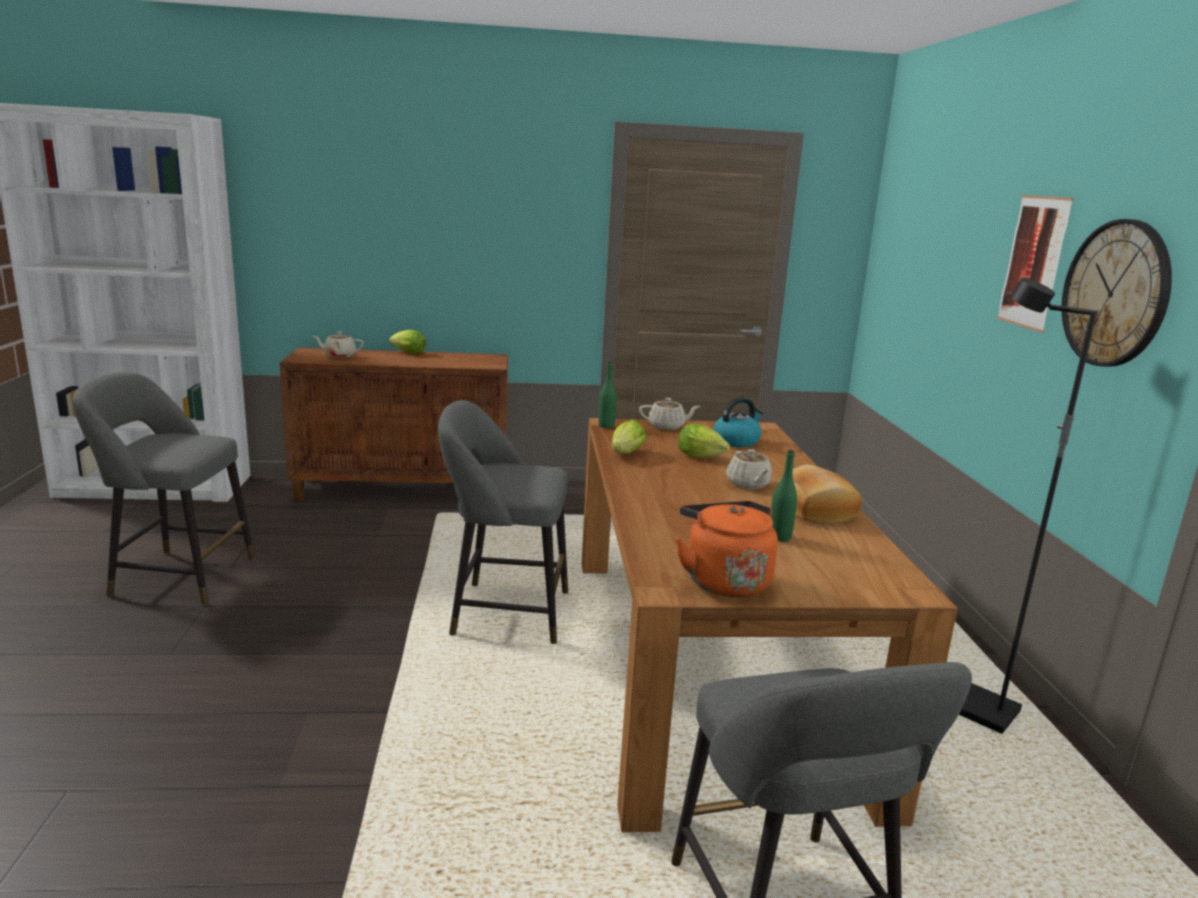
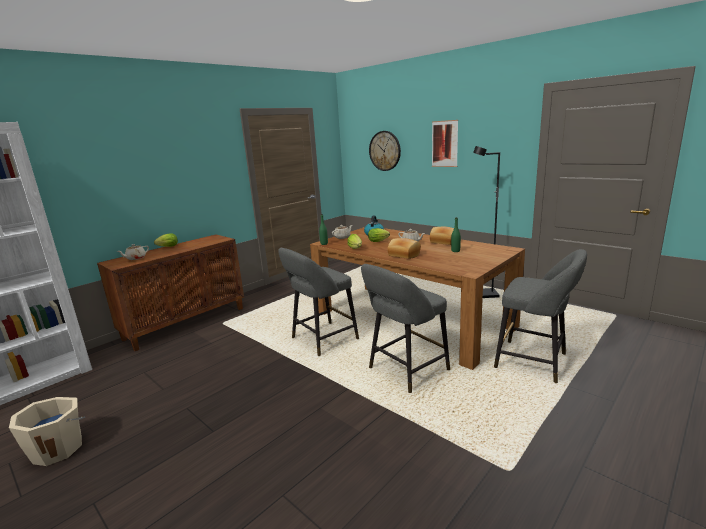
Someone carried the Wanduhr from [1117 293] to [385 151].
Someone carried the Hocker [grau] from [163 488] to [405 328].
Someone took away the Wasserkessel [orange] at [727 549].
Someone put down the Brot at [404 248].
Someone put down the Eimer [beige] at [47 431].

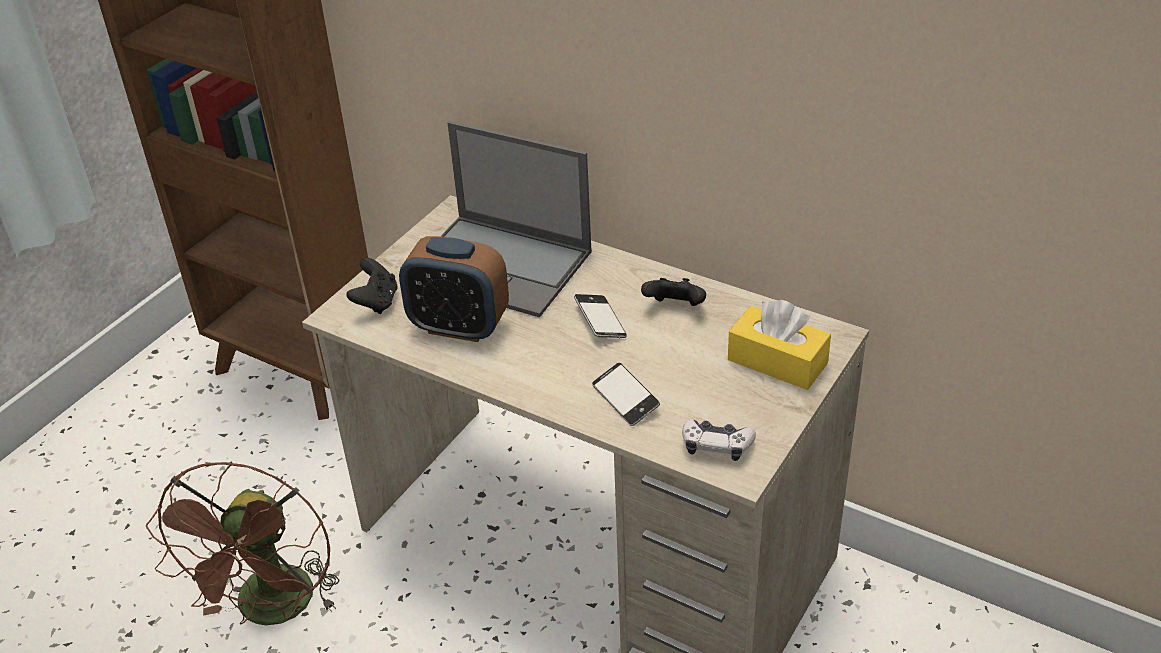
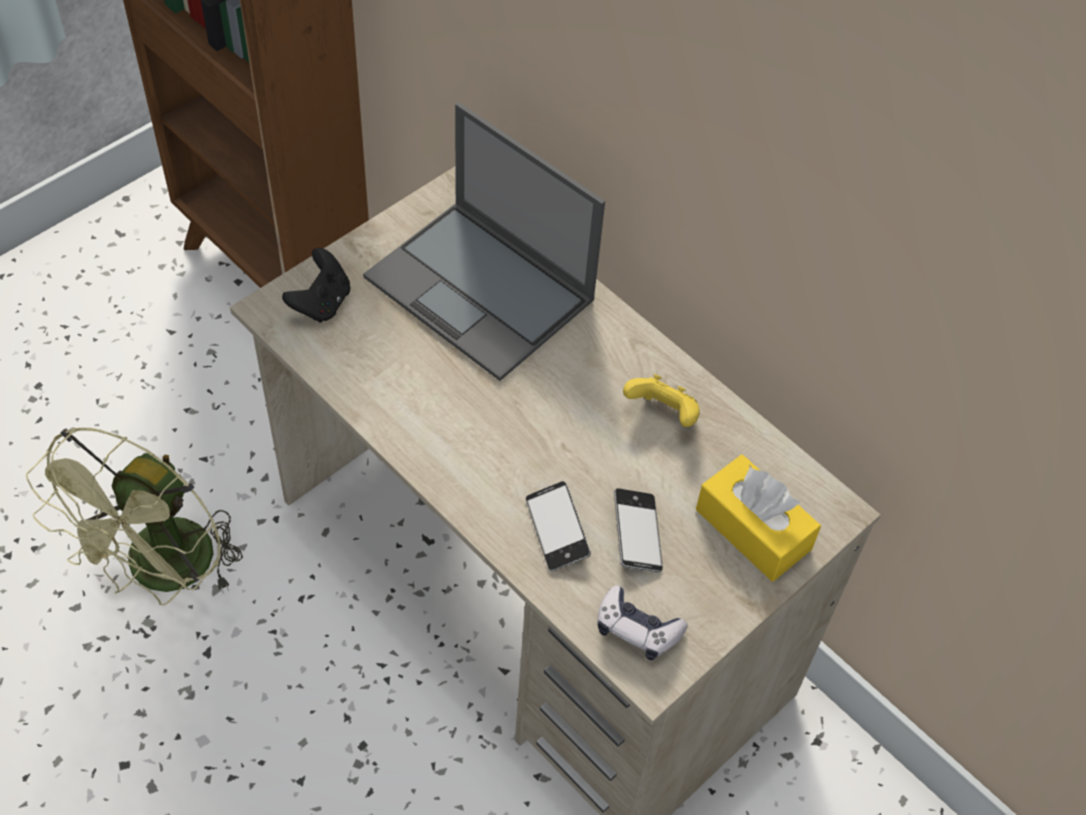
Someone took away the Wecker at [454 289].
Someone repainted the Gamepad [schwarz] at [673 292], which became the Gamepad [gelb] at [661 400].
Someone carried the Handy from [600 316] to [638 530].
Someone repainted the Ventilator [braun] at [243 543], which became the Ventilator [grün] at [134 516].

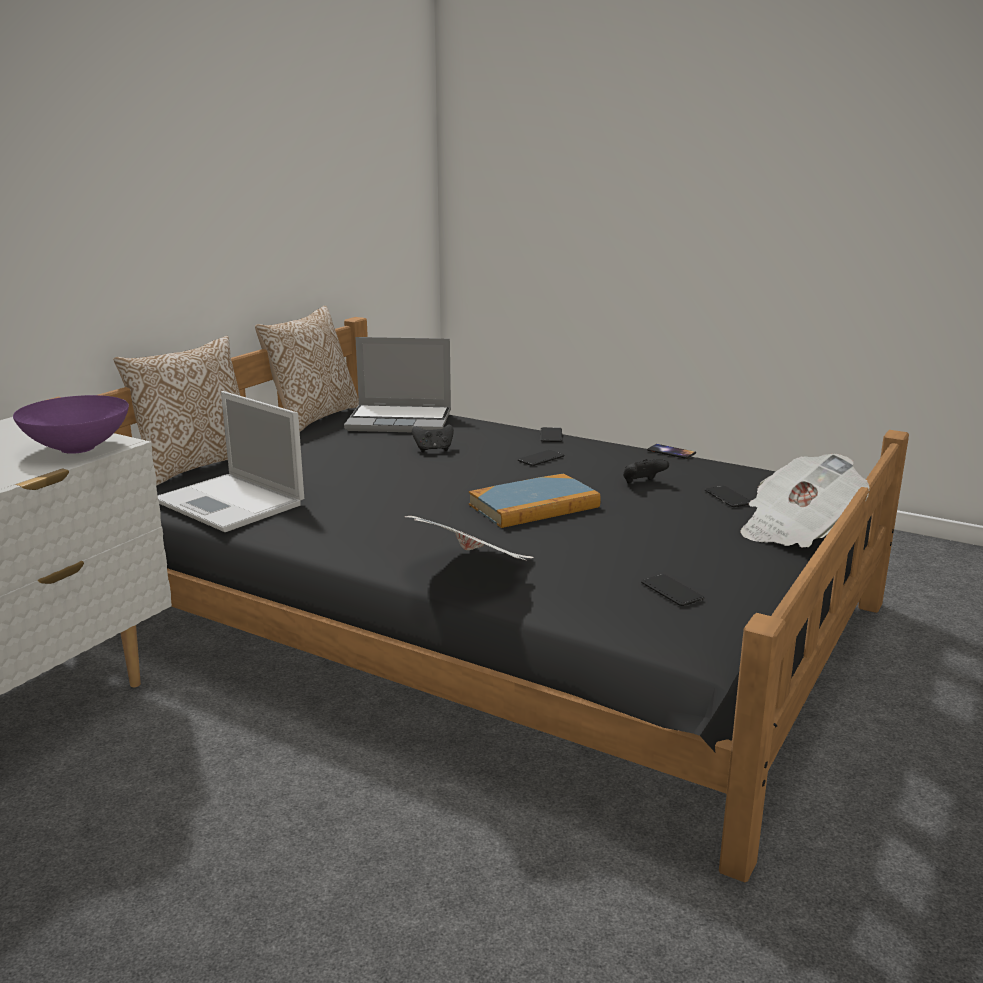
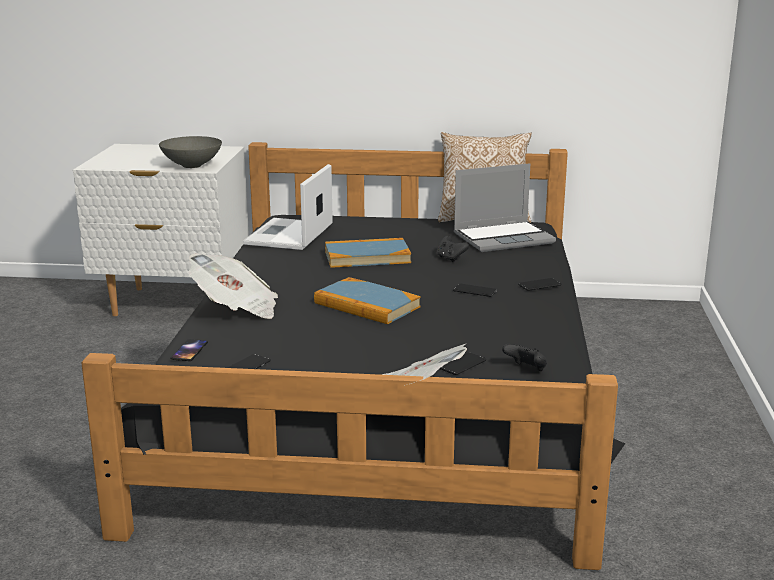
Someone took away the Kissen at [176 411].
Someone rotated the Laptop at [397 384] by 90 degrees counterclockwise.
Someone repainted the Schüssel [lila] at [71 424], which became the Schüssel [grau] at [190 152].
Someone carried the Handy from [671 451] to [189 350].
Someone carried the Gamepad [schwarz] from [646 471] to [524 357].
Someone put down the Buch at [368 253].

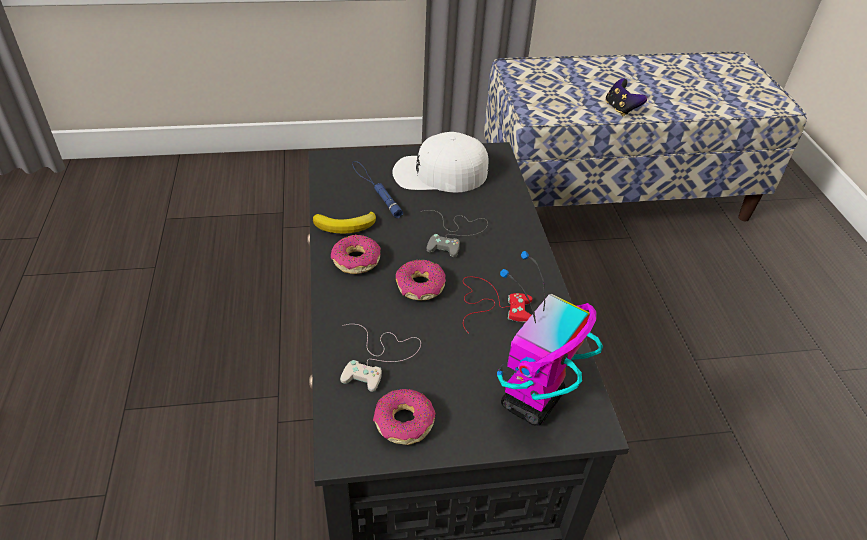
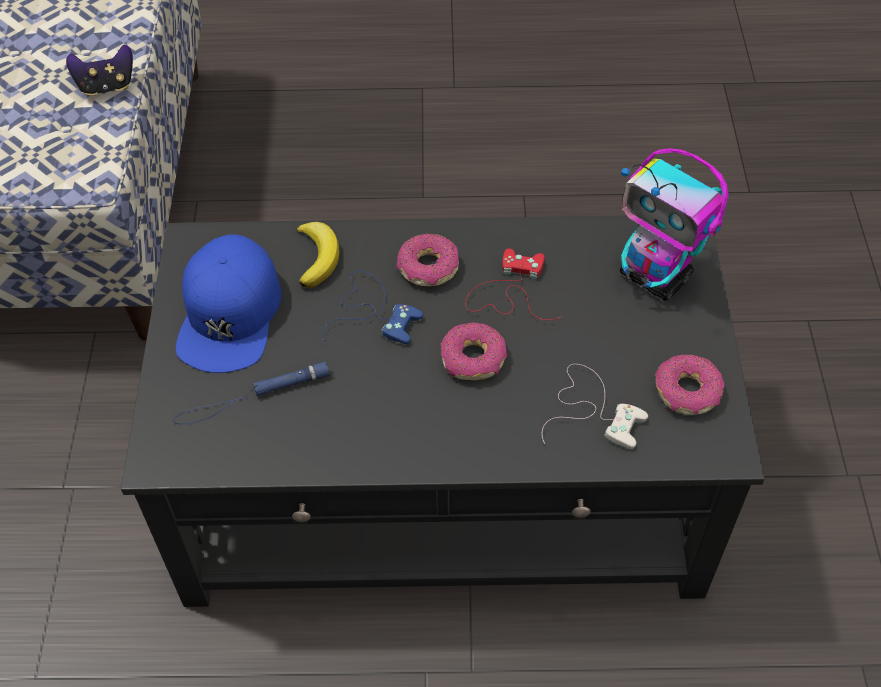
Someone repainted the Kappe [weiß] at [440 162], which became the Kappe [blau] at [228 304].
Someone repainted the Gamepad [grau] at [454 233], which became the Gamepad [blau] at [372 308].
Someone carried the Banane from [344 222] to [318 255].
Someone carried the Donut from [356 254] to [428 260].

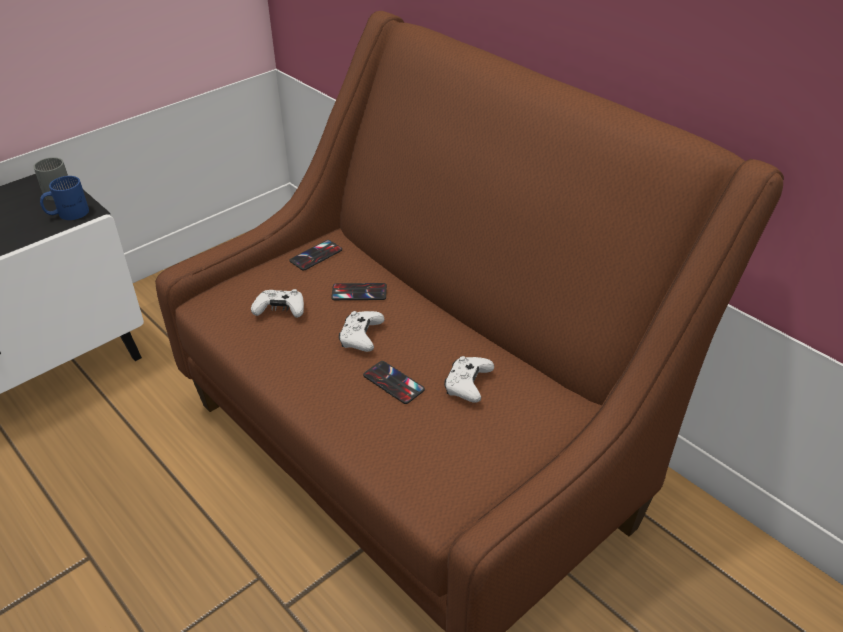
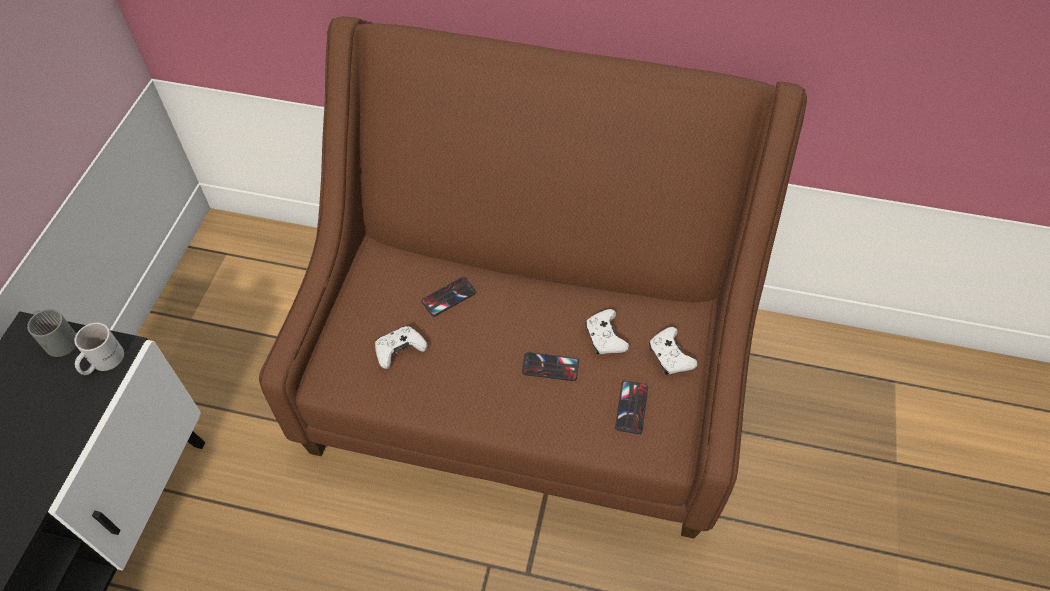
Someone repainted the Henkelbecher [blau] at [64 198], which became the Henkelbecher [weiß] at [99 349].
Someone carried the Handy from [315 255] to [631 407].
Someone carried the Gamepad [weiß] from [362 331] to [673 351].

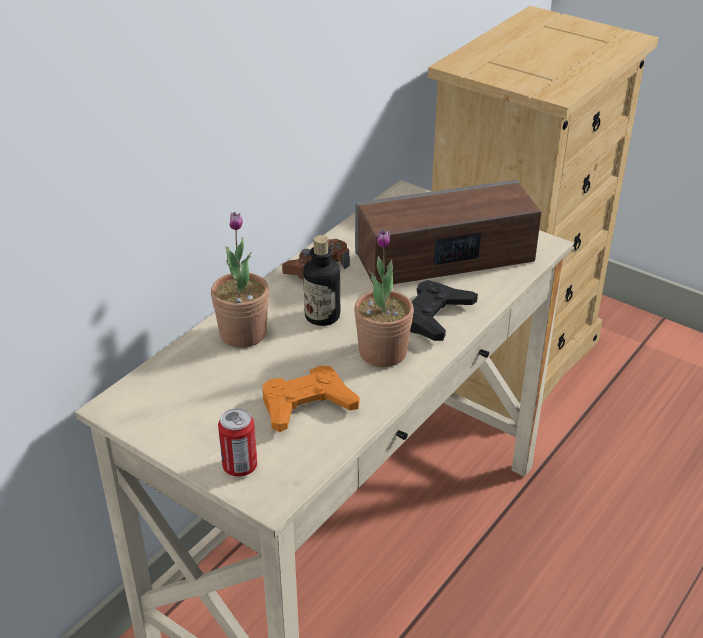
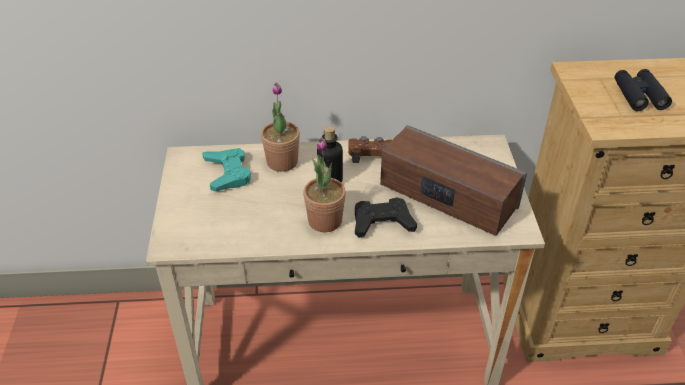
Someone took away the Gamepad [orange] at [311 399].
Someone took away the Dose at [237 442].
Someone put down the Fernglas [schwarz] at [643 90].
Someone put down the Gamepad [türkis] at [226 169].

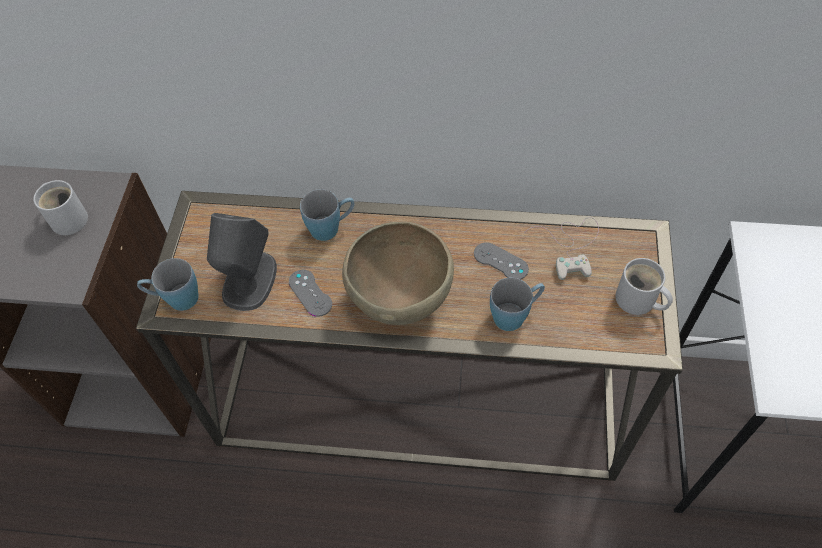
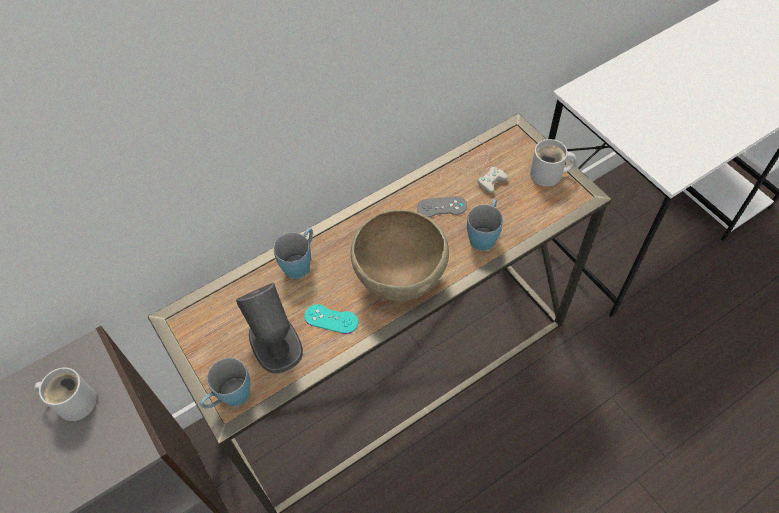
Someone repainted the Gamepad [grau] at [310 293], which became the Gamepad [türkis] at [331 319].

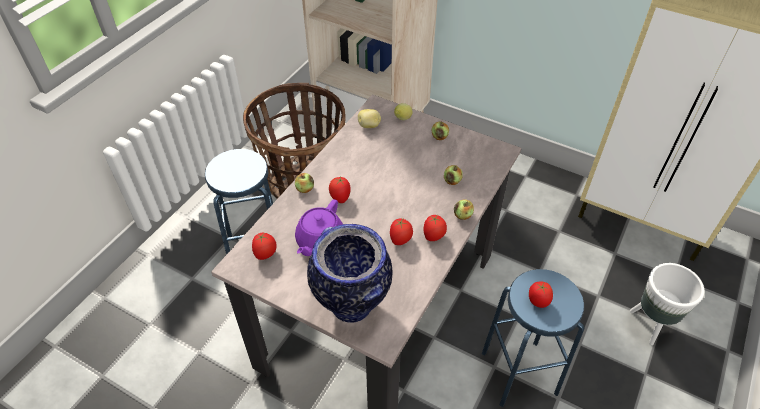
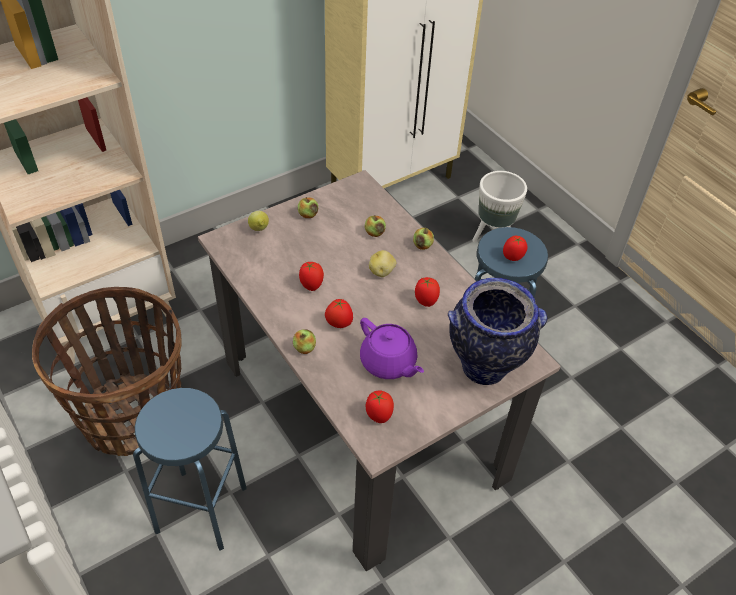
Someone carried the Kartoffel from [369 118] to [382 263].
Someone carried the Tomate from [435 228] to [311 276].

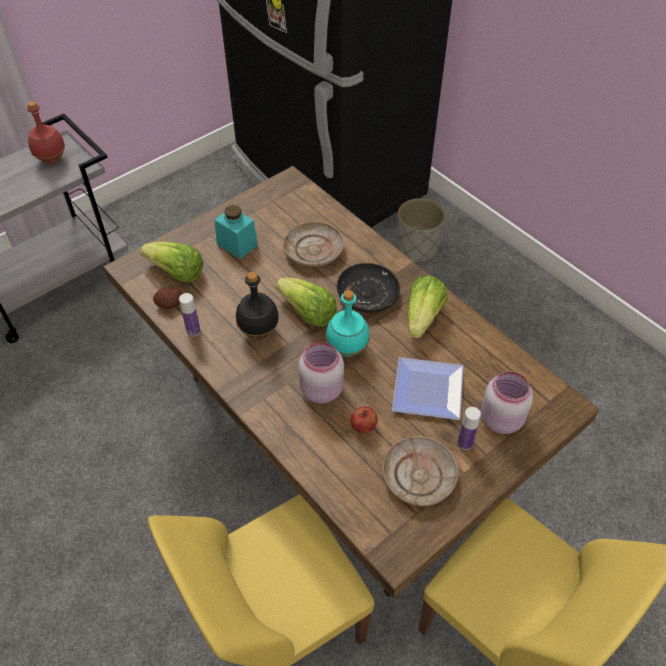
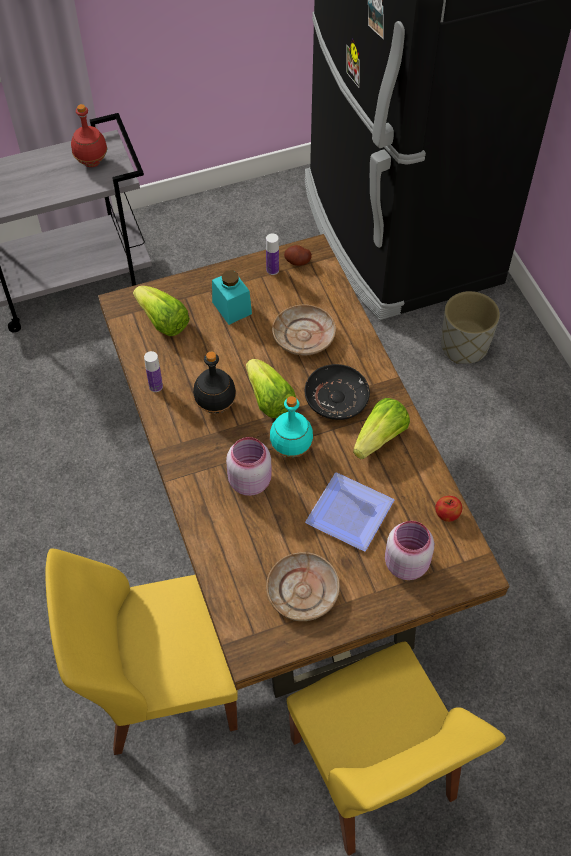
Someone carried the Kartoffel from [167 298] to [298 255].
Someone carried the Apfel from [364 420] to [448 509].
Someone carried the Flasche from [469 428] to [272 254].

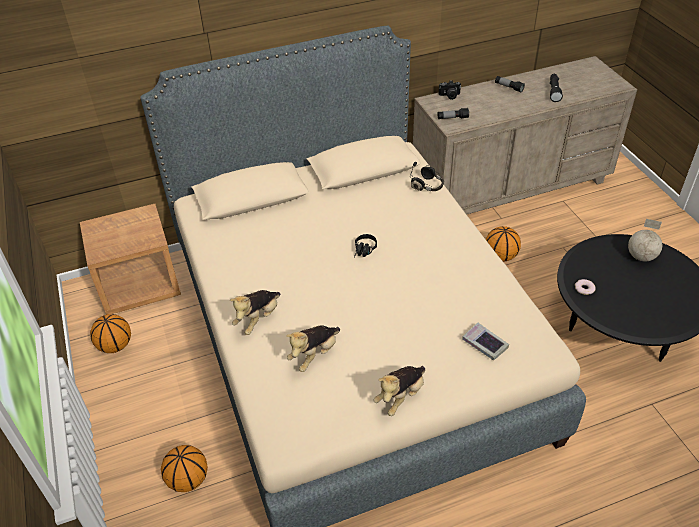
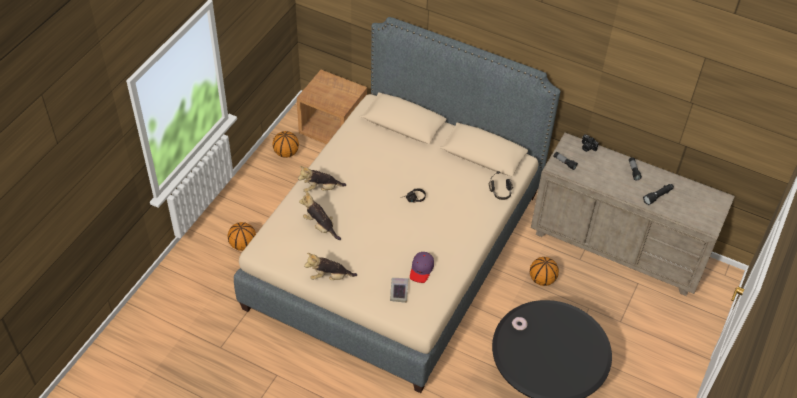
Someone took away the Globus at [645 240].
Someone rotated the Plüschtier at [313 348] by 45 degrees clockwise.
Someone put down the Kappe [lila] at [422 267].

